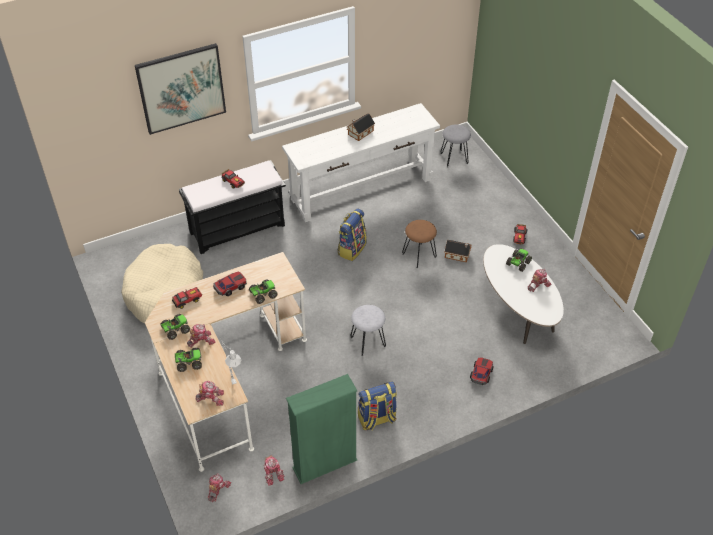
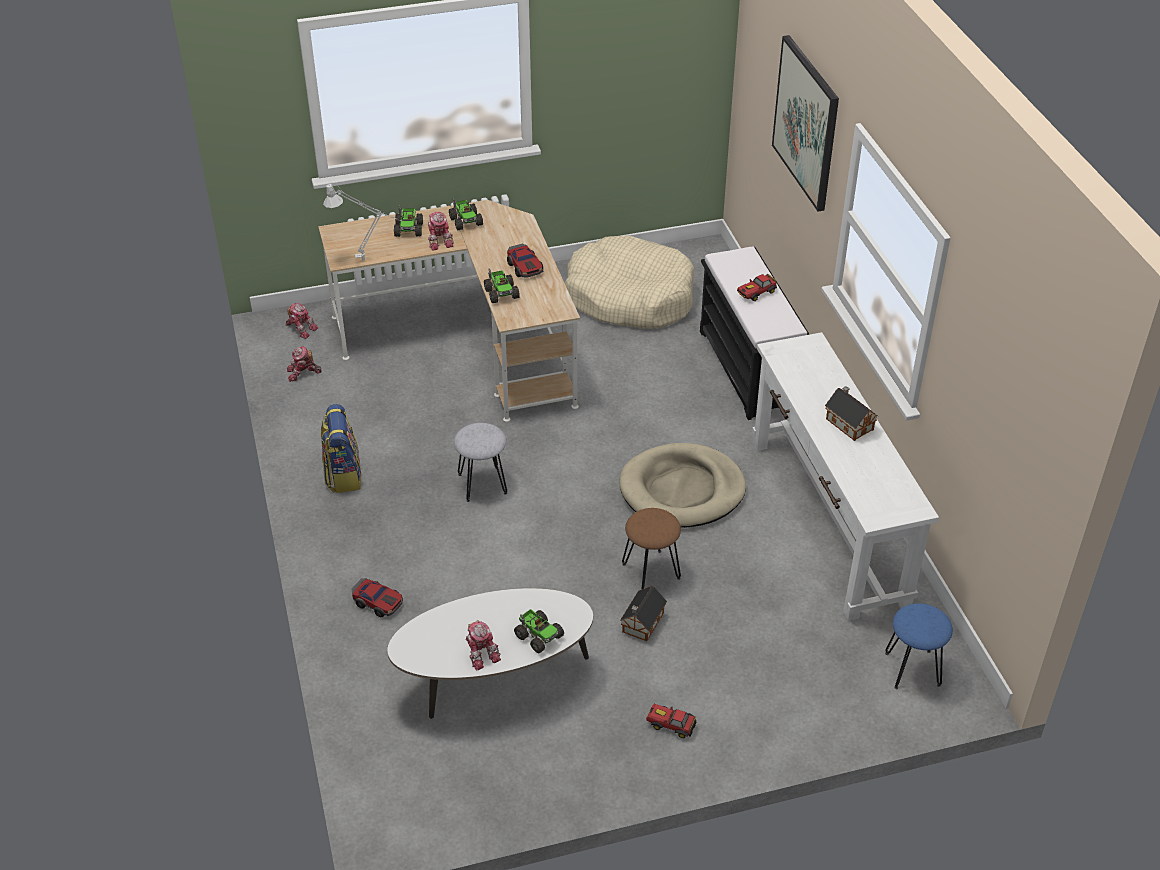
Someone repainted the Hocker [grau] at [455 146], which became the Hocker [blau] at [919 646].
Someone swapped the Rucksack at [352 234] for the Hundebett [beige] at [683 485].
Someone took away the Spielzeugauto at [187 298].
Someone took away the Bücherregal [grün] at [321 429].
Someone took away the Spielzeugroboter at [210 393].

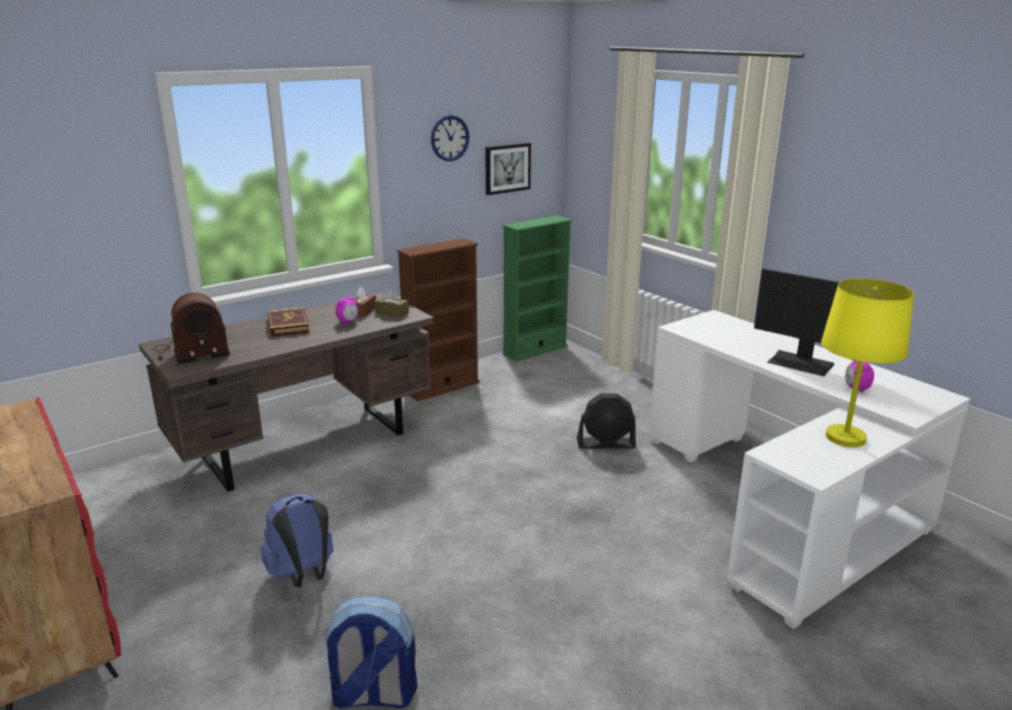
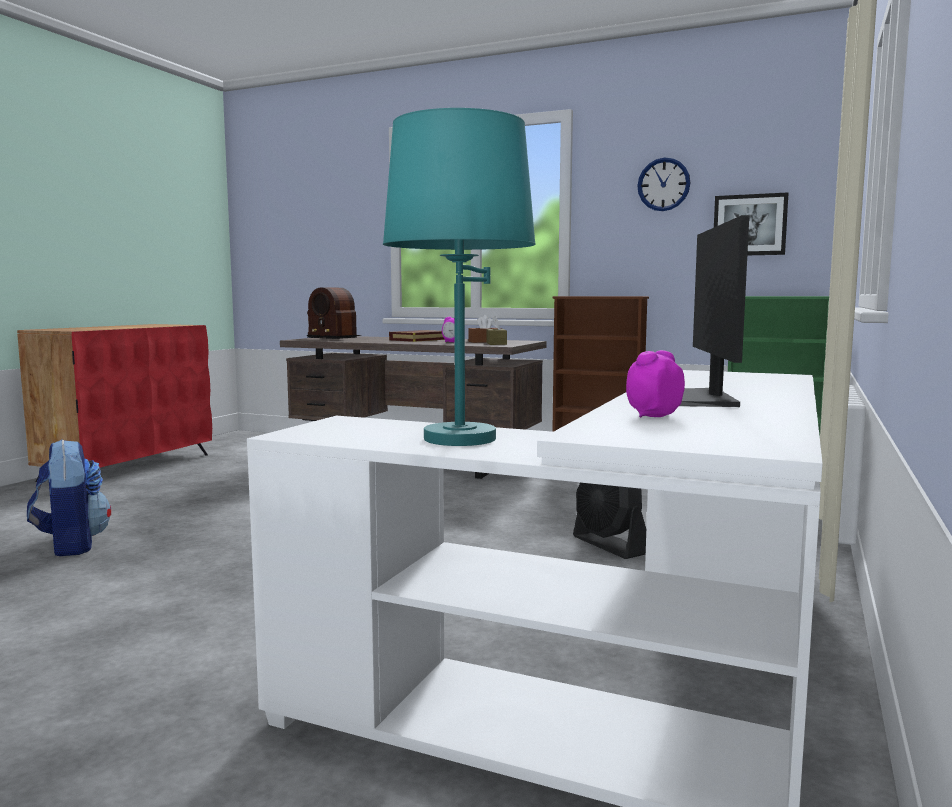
Someone repainted the Tischlampe [gelb] at [867 363], which became the Tischlampe [türkis] at [459 277].
Someone took away the Rucksack [blau] at [297 540].

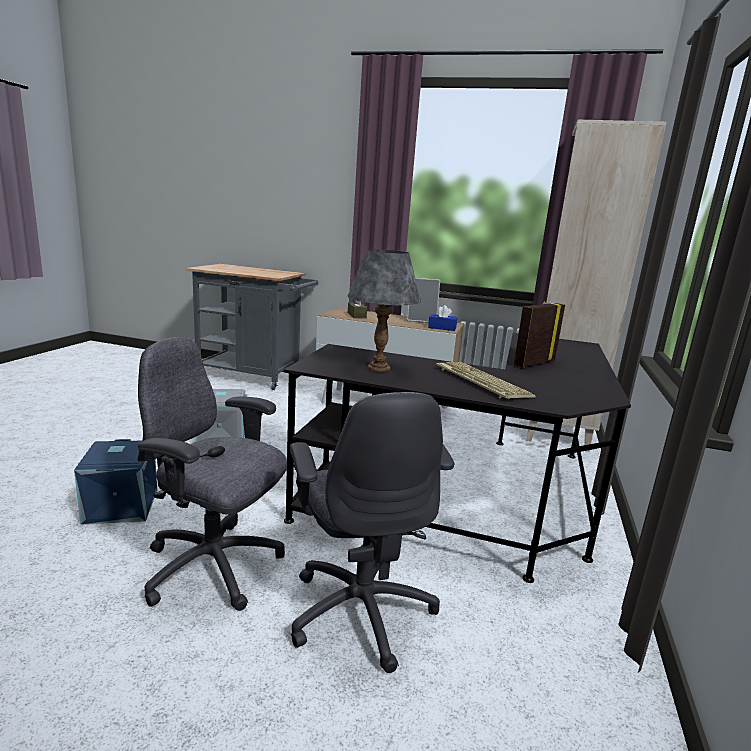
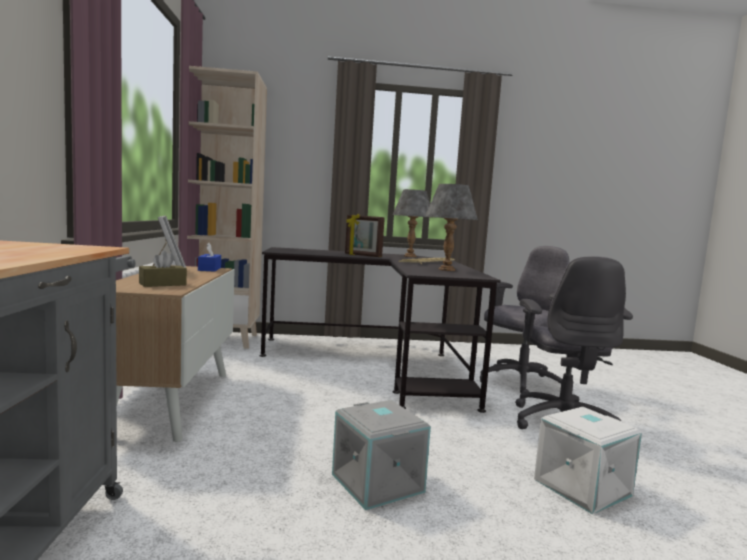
Someone repainted the Aufbewahrungsbox [blau] at [115 482], which became the Aufbewahrungsbox [weiß] at [588 460].
Someone put down the Tischlampe [grau] at [413 223].

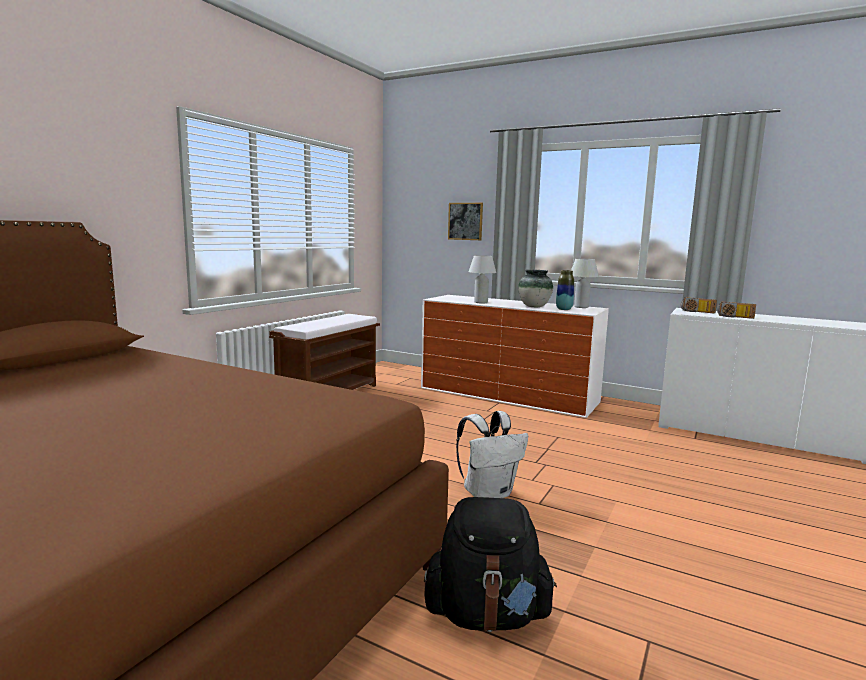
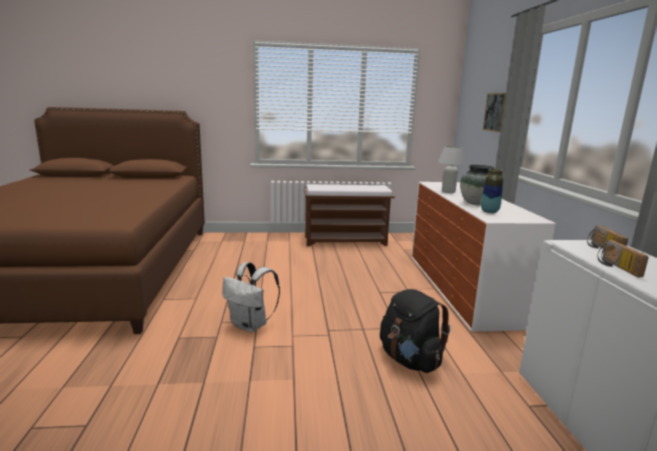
Someone took away the Tischlampe [weiß] at [585 283].
Someone carried the Rucksack [schwarz] from [490 564] to [415 331].

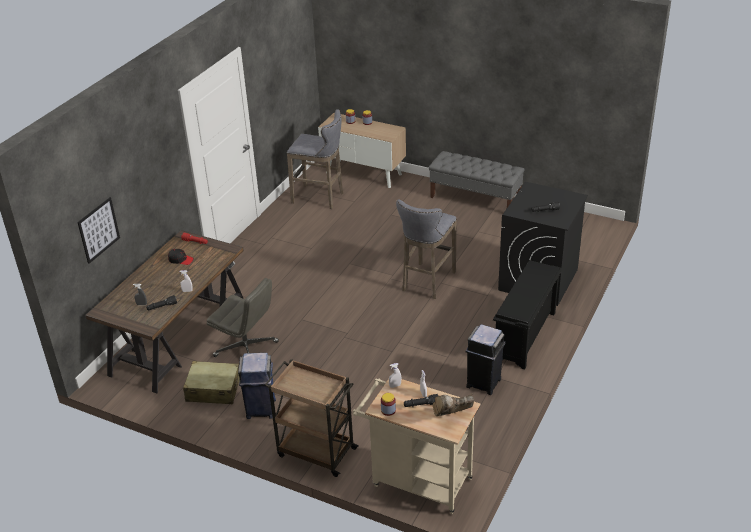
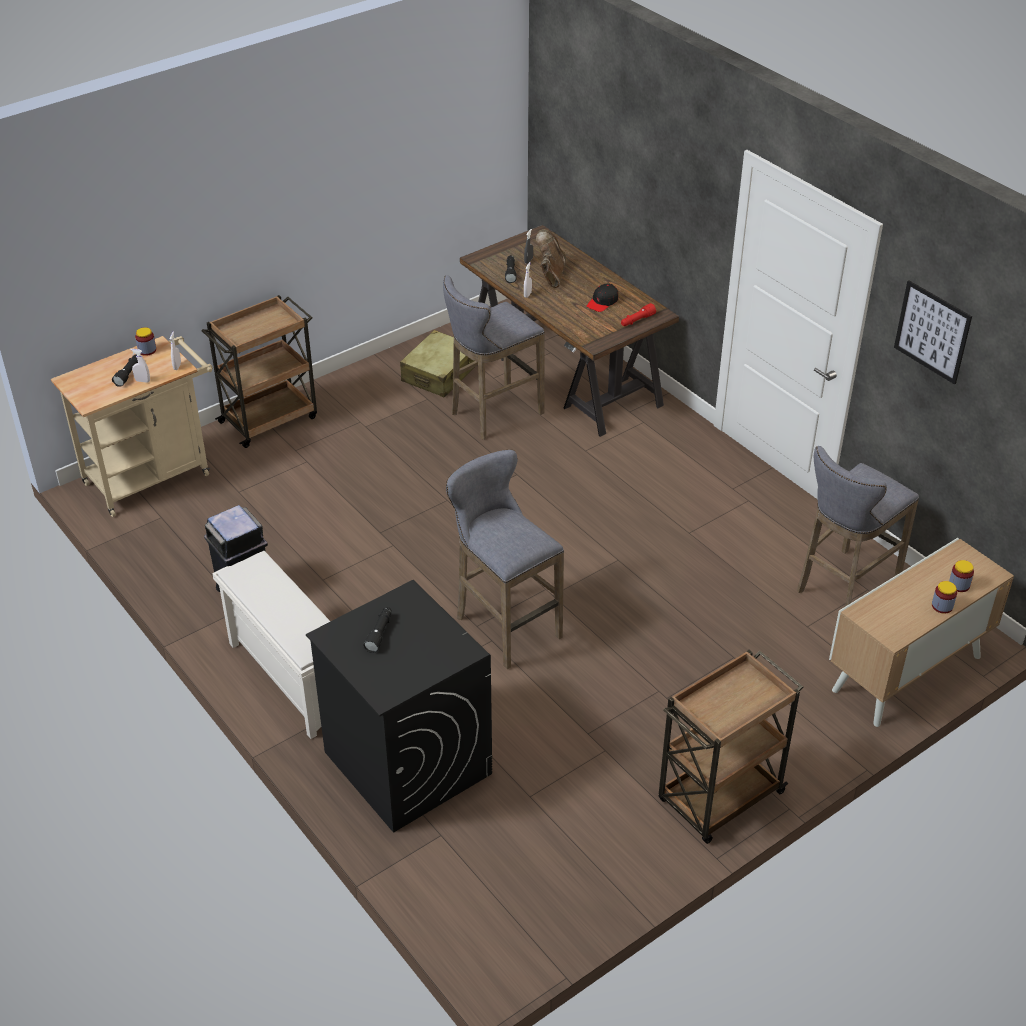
Someone swapped the Bank [grau] at [476 179] for the Rollwagen [braun] at [731 747].
Someone carried the Bild from [98 230] to [933 333].
Someone repainted the Schuhregal [schwarz] at [527 315], which became the Schuhregal [weiß] at [271 645].
Someone swapped the Bürostuhl [grau] at [243 317] for the Hocker [grau] at [494 357].
Someone took away the Mülleimer [blau] at [257 386].
Someone carried the Stiefel [braun] from [453 404] to [551 258].

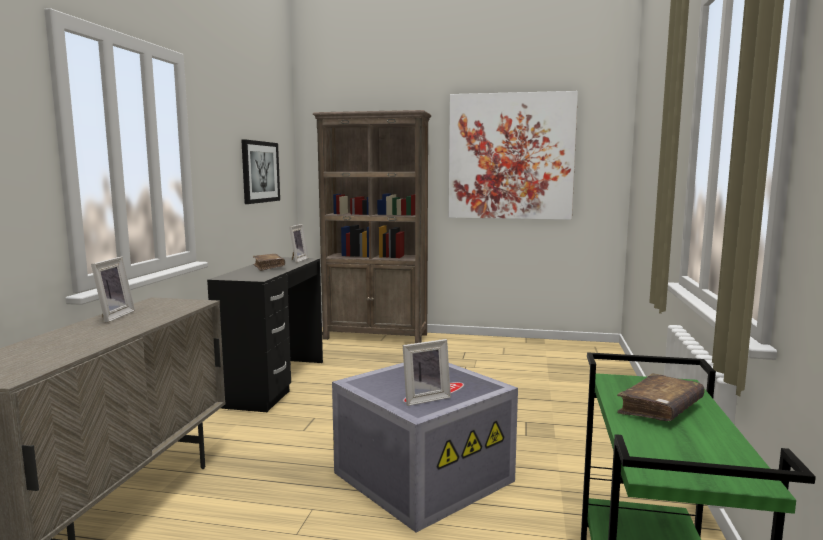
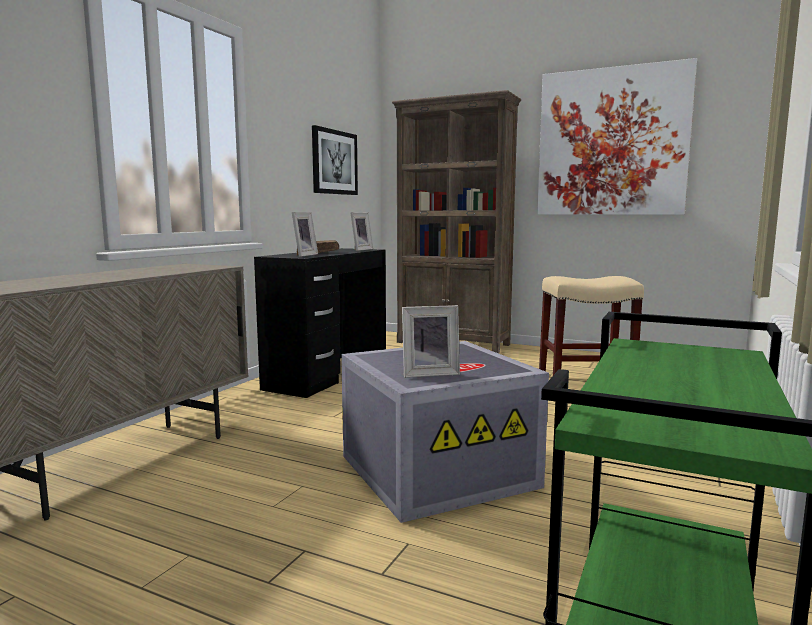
Someone carried the Bilderrahmen from [113 289] to [305 234].
Someone took away the Buch [braun] at [661 397].
Someone put down the Hocker [beige] at [591 325].

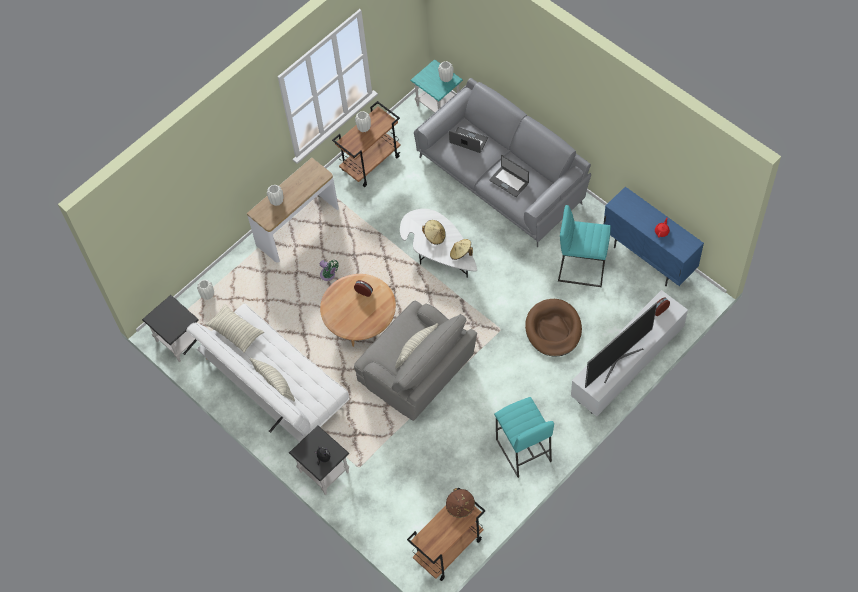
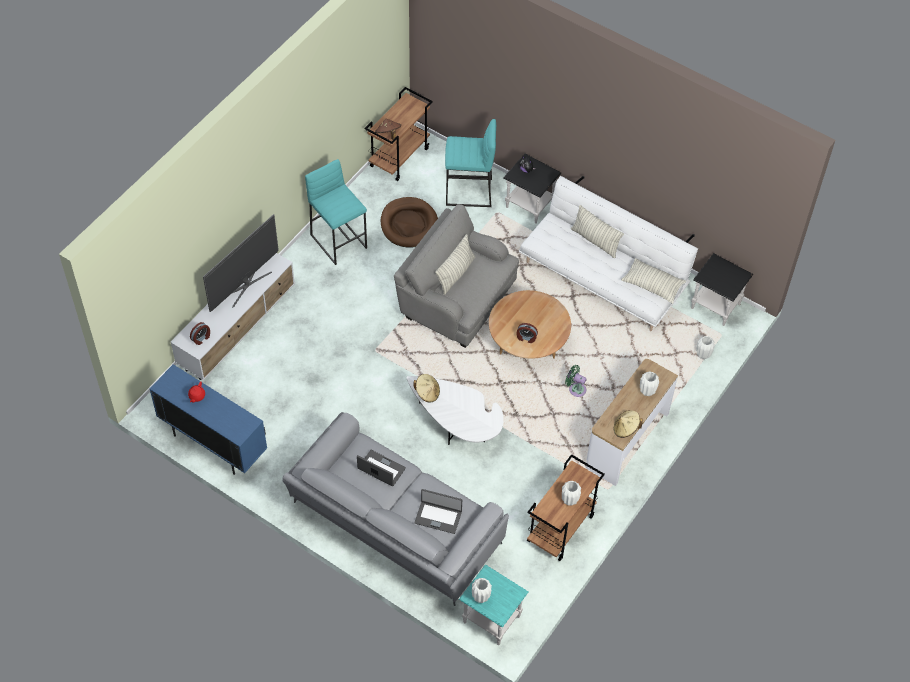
Someone carried the Hocker [türkis] from [584 246] to [470 163].
Someone carried the Hut [beige] from [434 232] to [628 424].
Someone carried the Hundebett [braun] from [553 328] to [409 222].

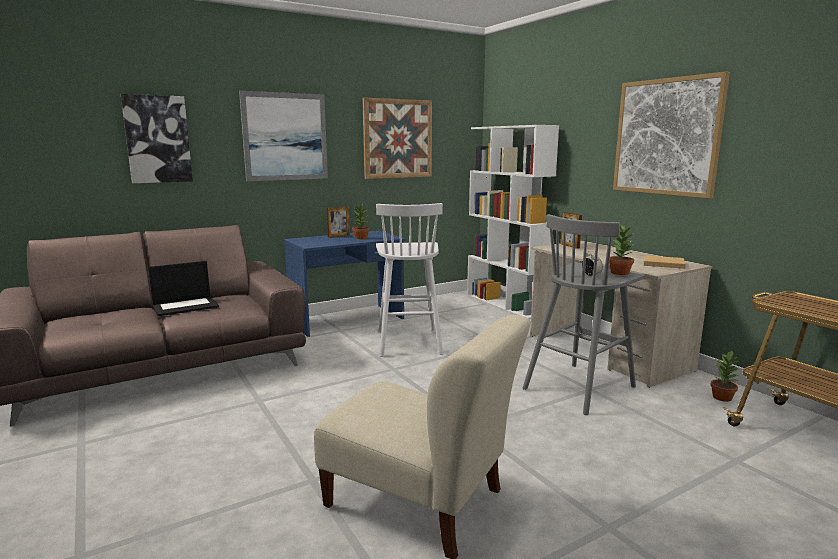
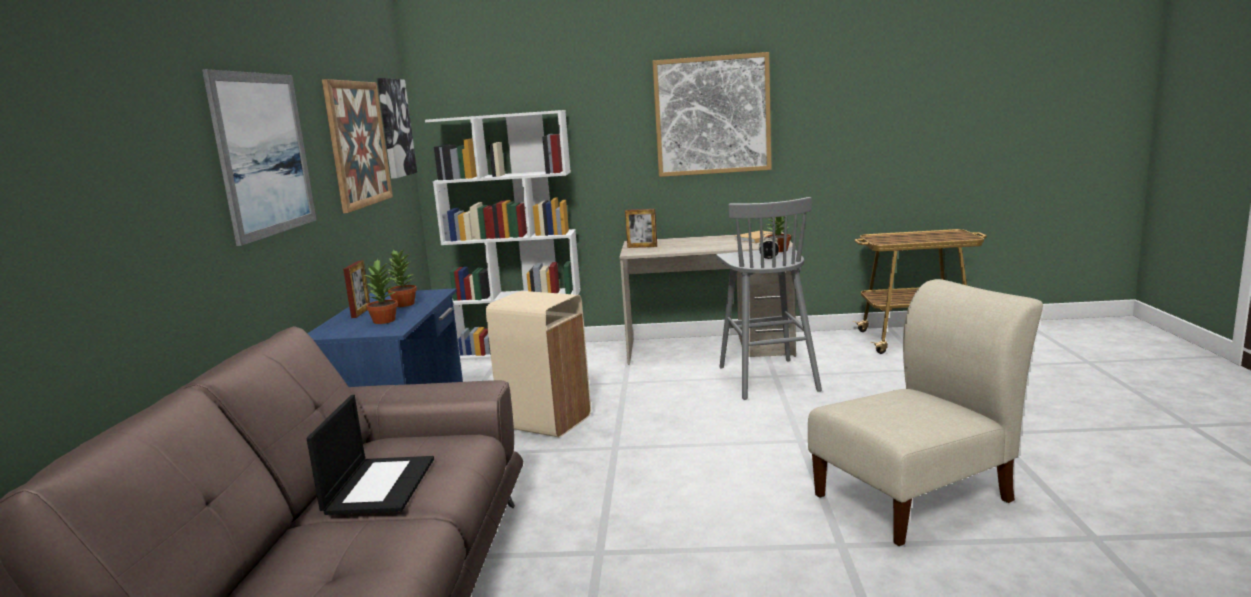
Someone carried the Bild from [157 138] to [397 128].
Someone swapped the Hocker [weiß] at [409 280] for the Mülleimer [beige] at [538 364].
Someone carried the Topfpflanze from [724 376] to [381 291].

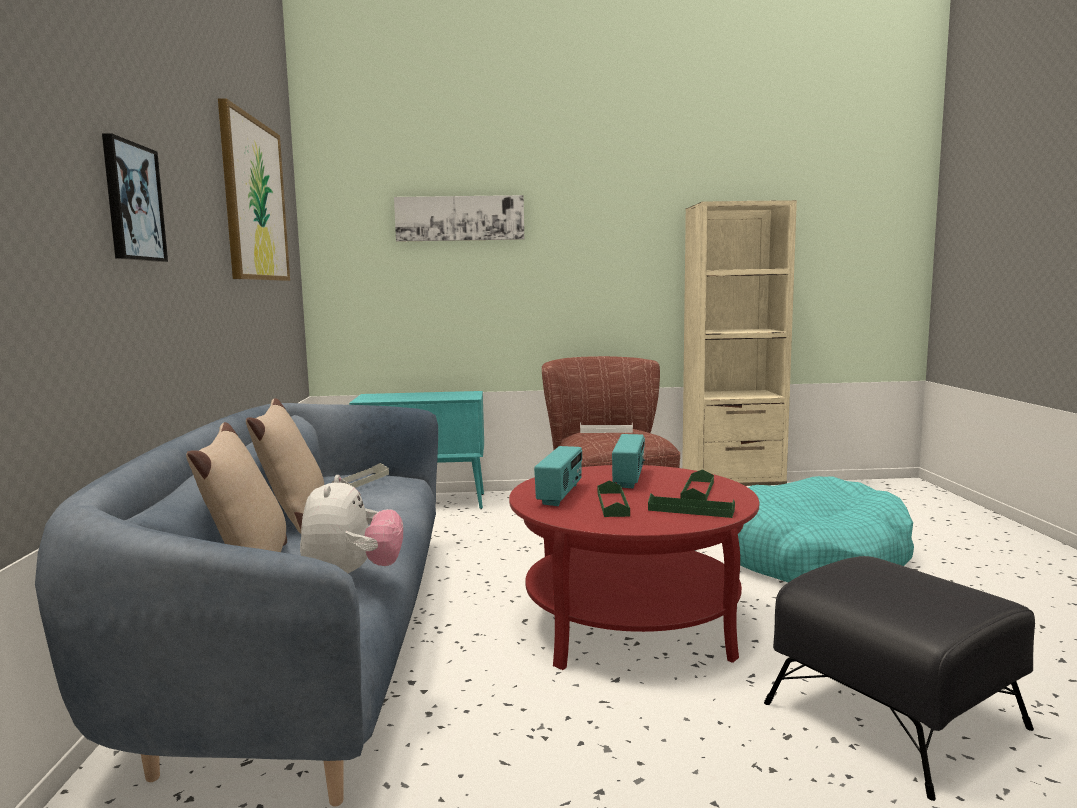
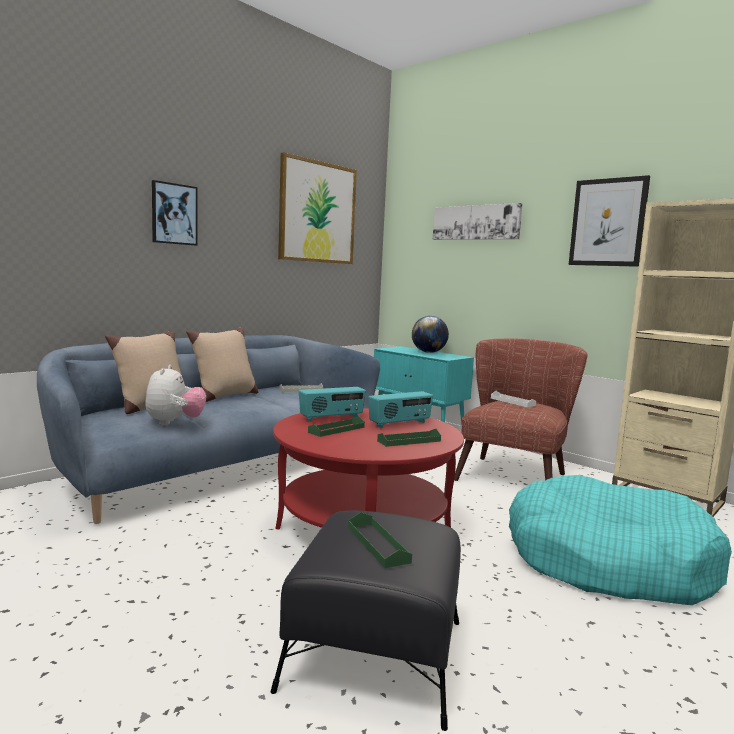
Someone rotated the Plüschtier at [351 524] by 45 degrees counterclockwise.
Someone carried the Tablett [grün] from [691 505] to [380 540].
Someone put up the Bild at [609 221].
Someone put down the Globus at [430 334].

